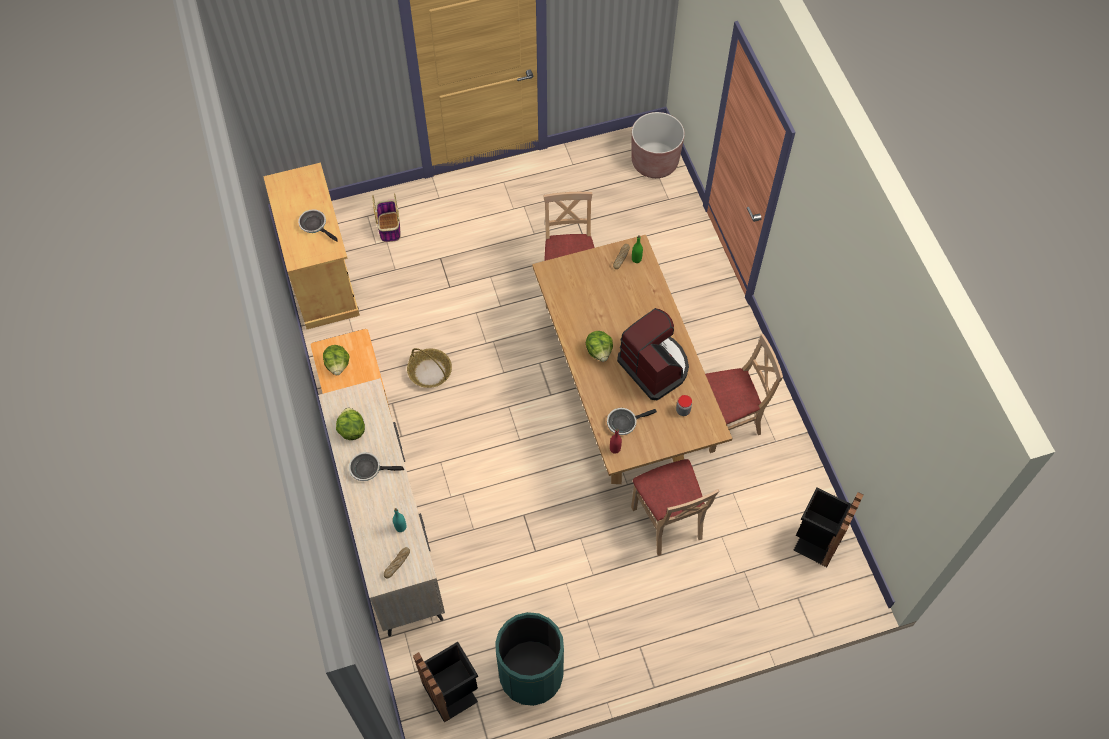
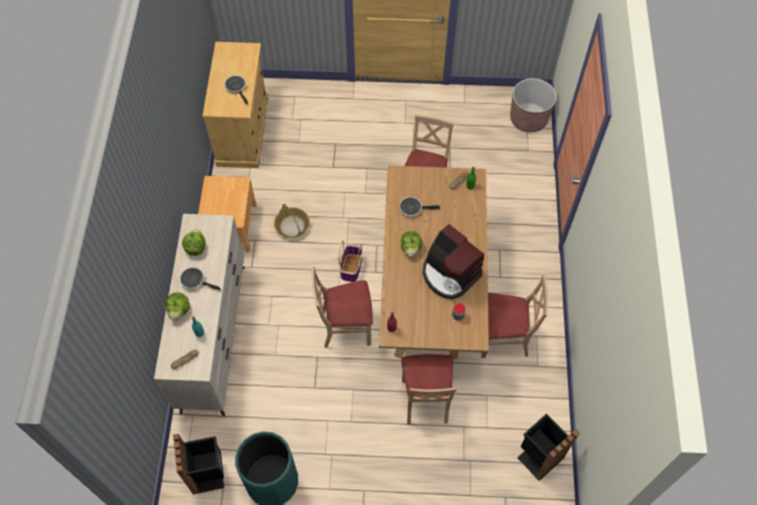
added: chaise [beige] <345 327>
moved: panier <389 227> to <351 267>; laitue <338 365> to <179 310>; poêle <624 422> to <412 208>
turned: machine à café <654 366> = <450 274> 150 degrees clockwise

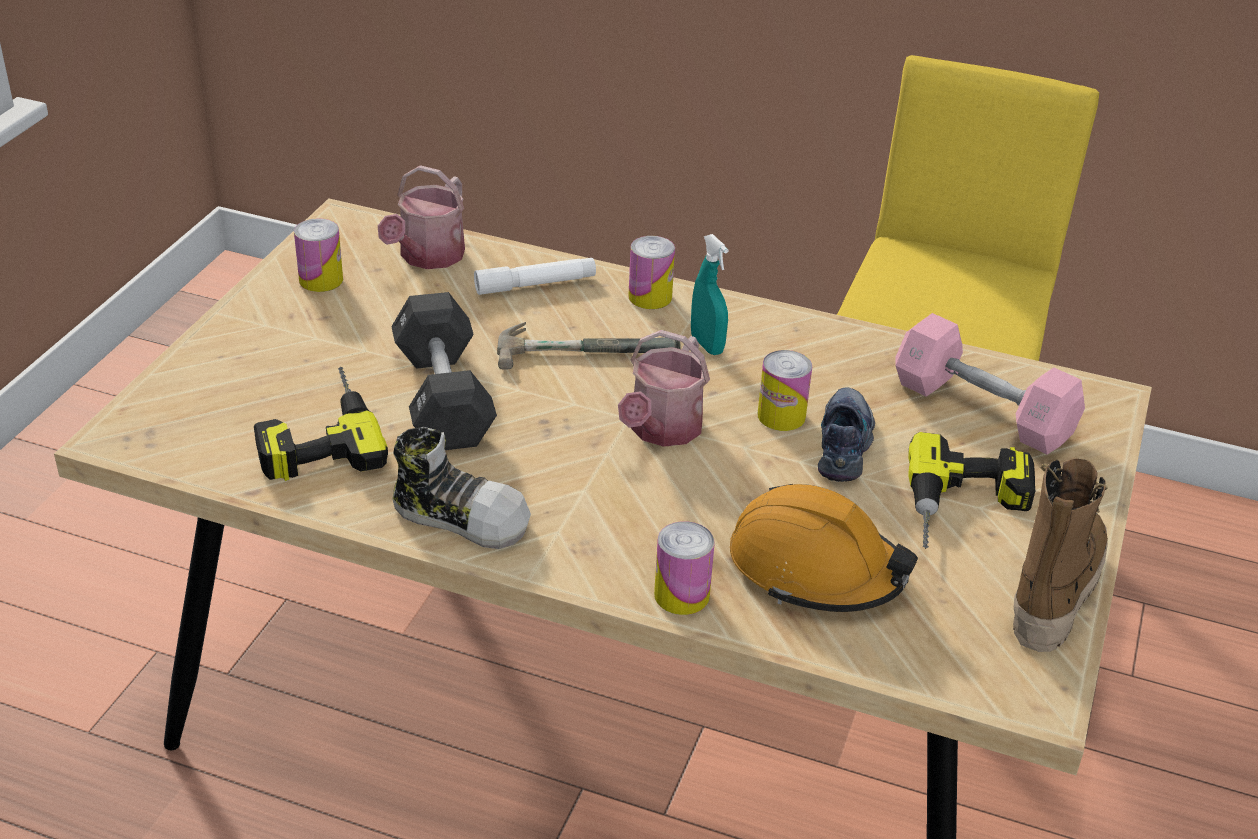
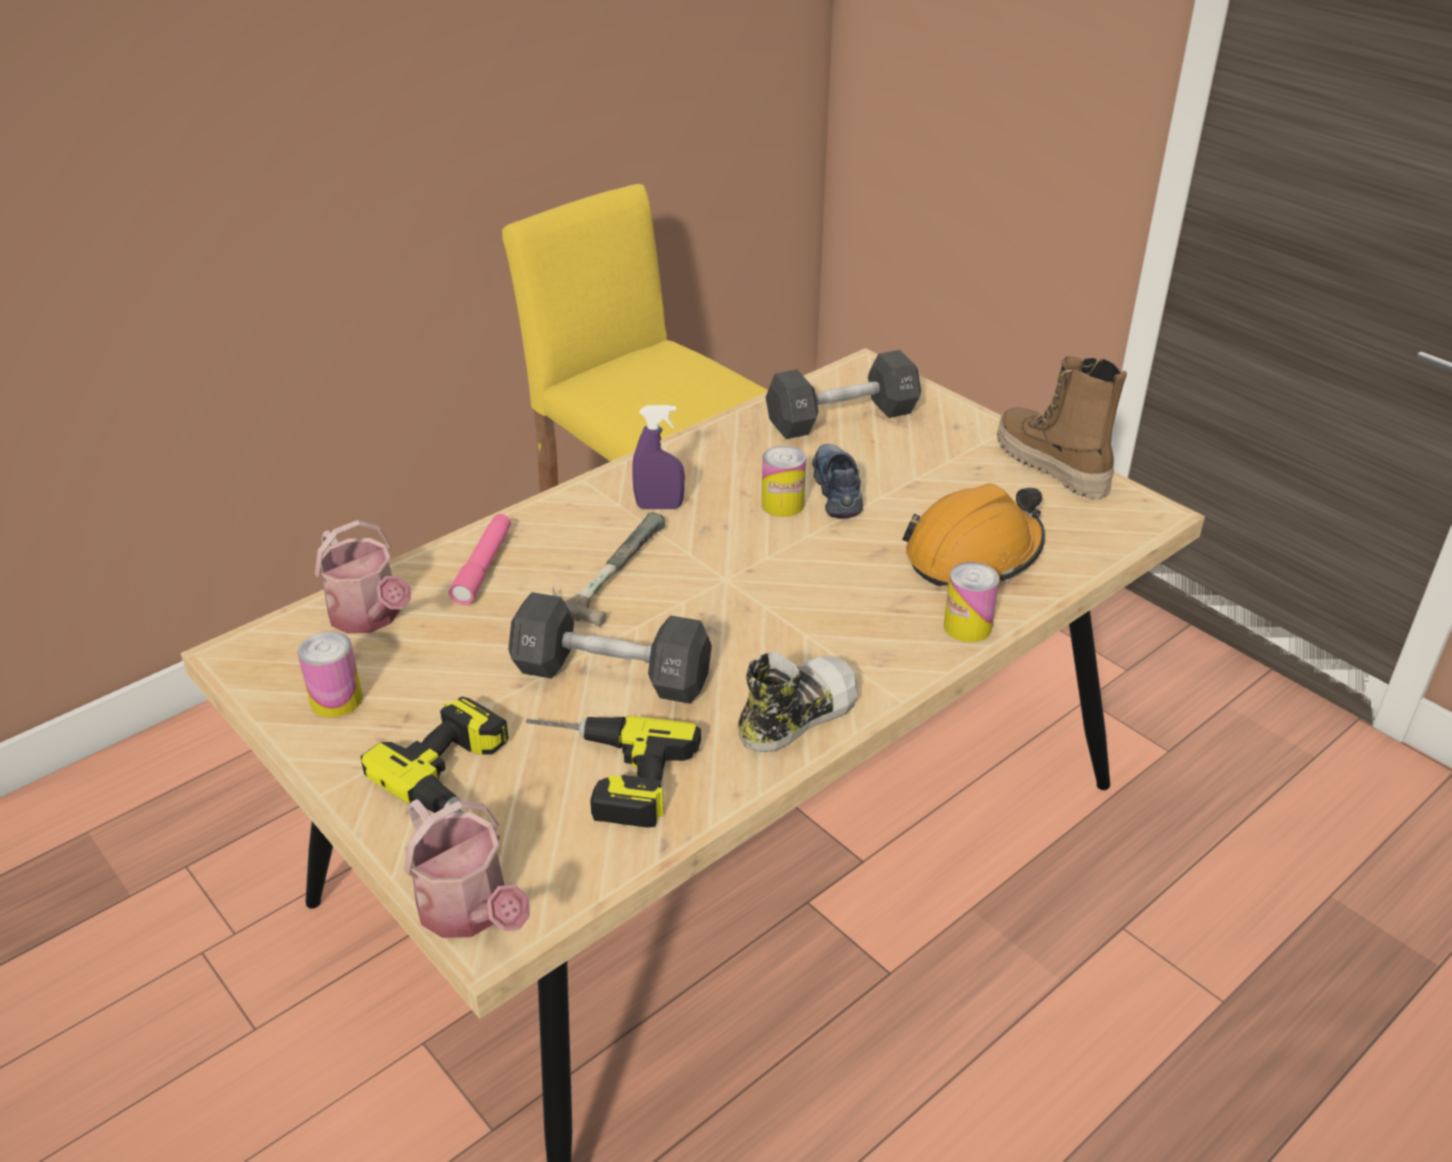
removed: boîte métallique <650 297>
moved: arrosoir <661 430> to <470 911>; perceuse <967 509> to <468 781>
recoloured: vaporisateur [turquoise] <707 345> to vaporisateur [violet] <659 506>; lampe de poche [blanc] <535 284> to lampe de poche [rose] <483 566>; haltère [rose] <982 410> to haltère [noir] <842 418>
turned: chaussure <845 444> = <838 489> 45 degrees clockwise

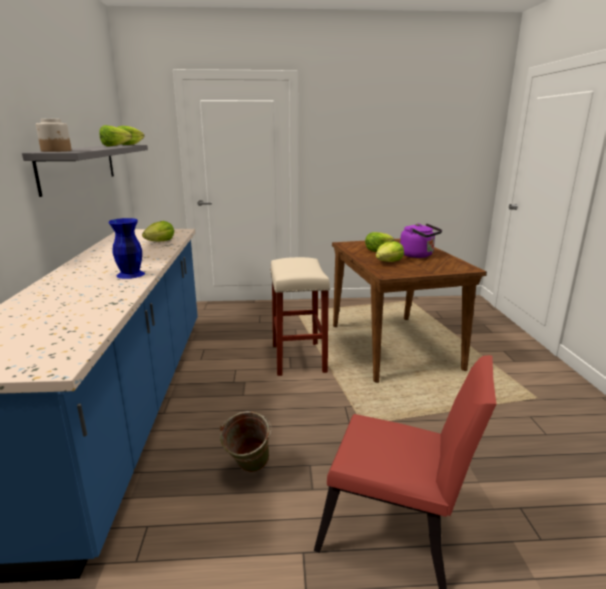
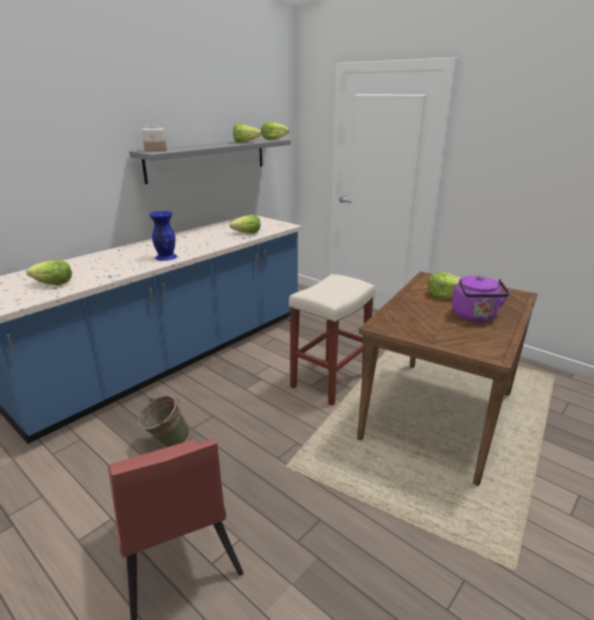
moved: laitue <389 262> to <53 284>

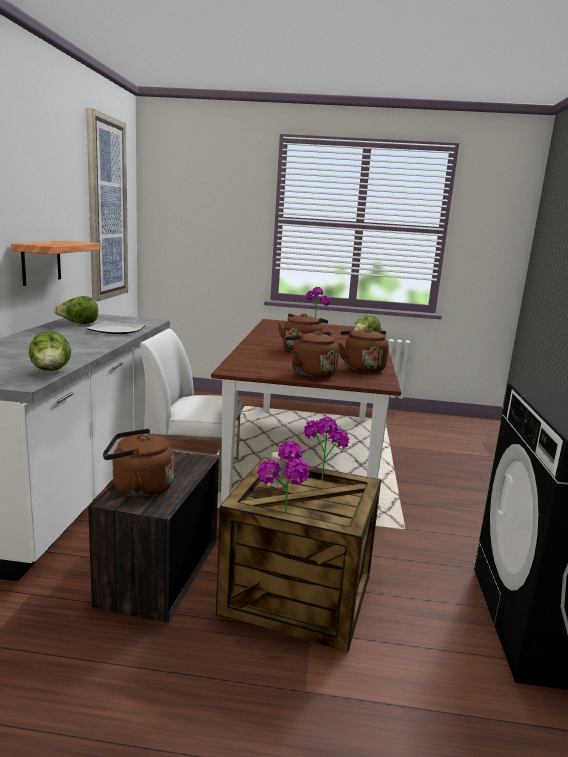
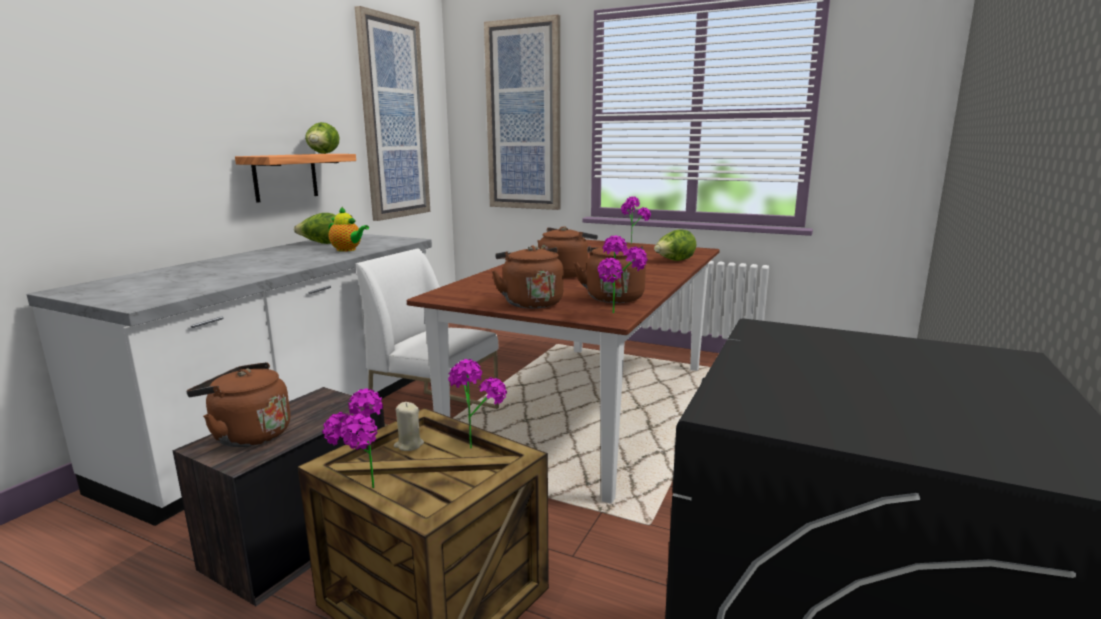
added: tableau <524 117>; plante en pot <619 315>
moved: laitue <51 372> to <323 153>
replaced: assiette <116 330> to théière <348 250>

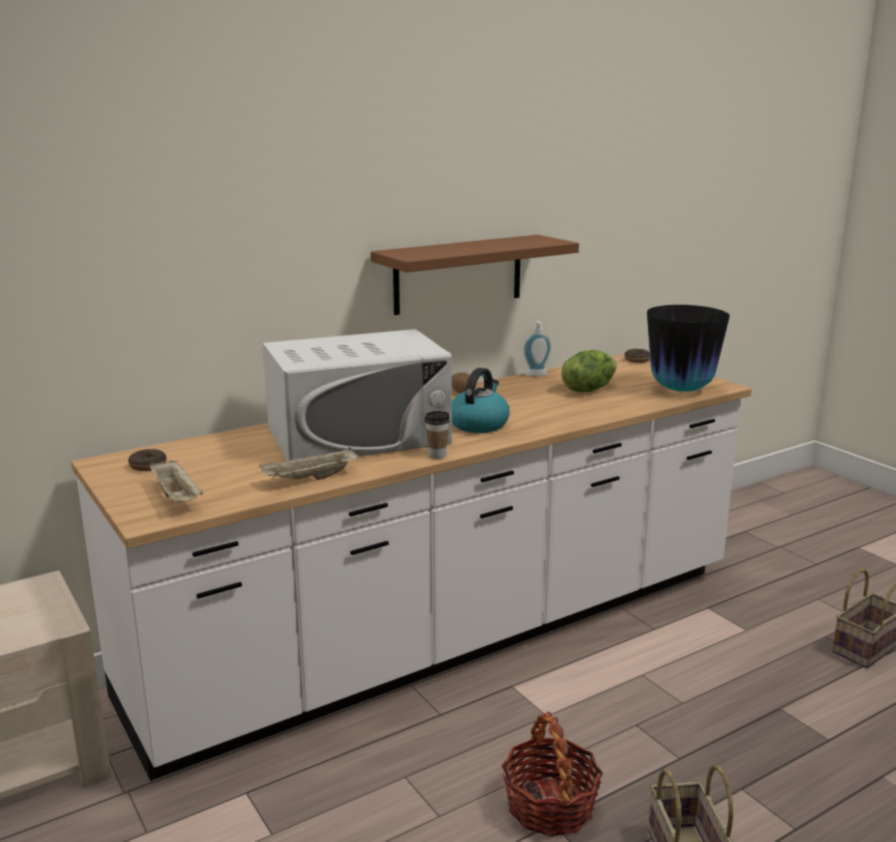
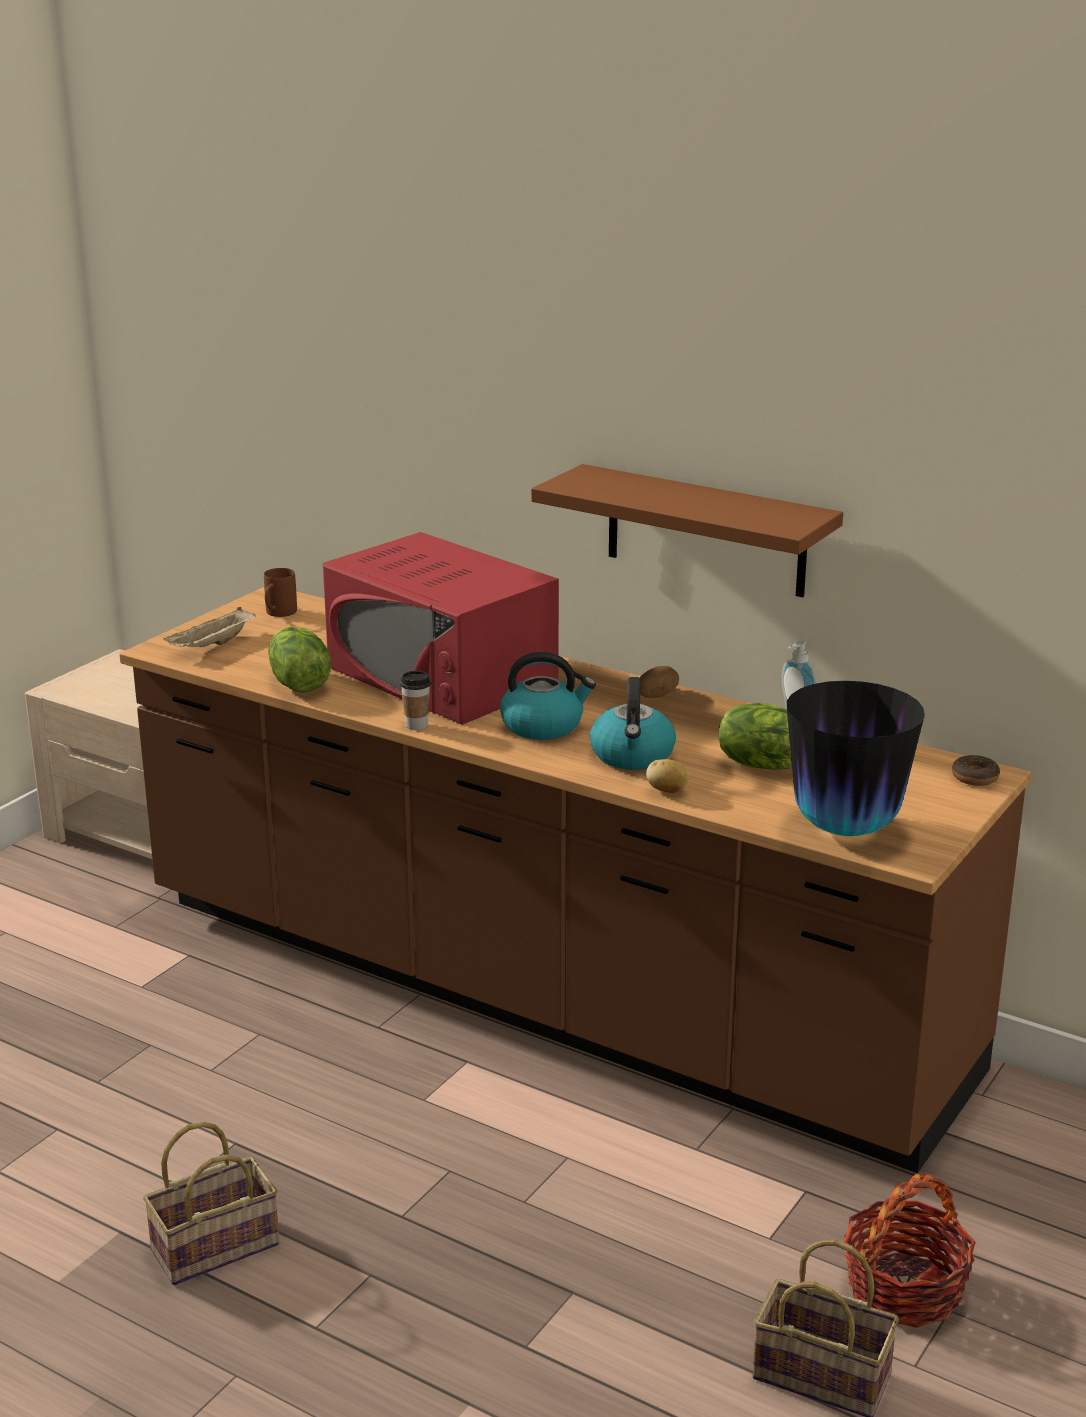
added: bouilloire <632 756>; pomme de terre <667 791>
moved: panier <550 806> to <904 1289>
replaced: plateau [beige] <310 479> to laitue <297 684>; beignet <148 465> to mug [marron] <278 614>
recoloured: micro-ondes [blanc] <358 436> to micro-ondes [rouge] <442 676>; comptoir de cuisine [blanc] <448 635> to comptoir de cuisine [marron] <543 990>

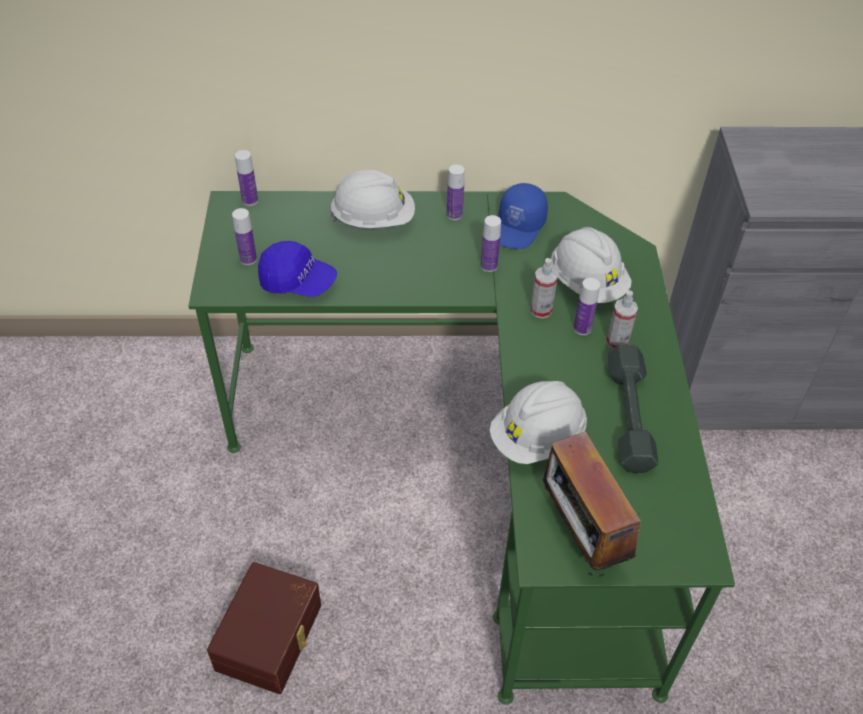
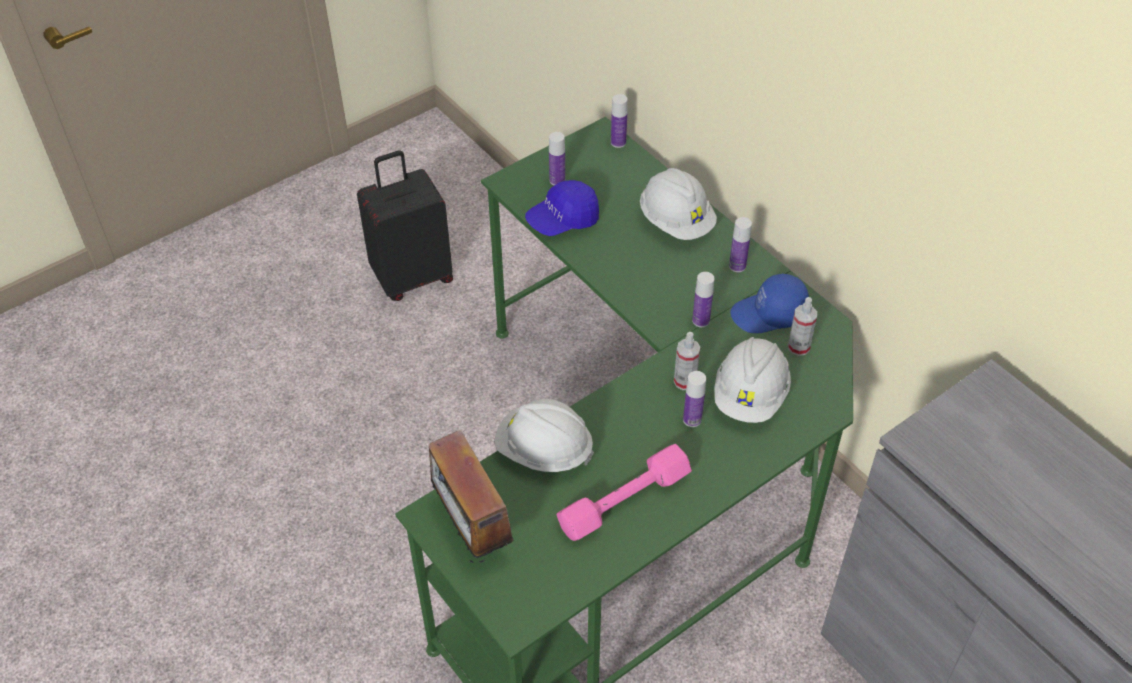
removed: boîte de rangement [marron] <271 637>
added: valise [noir] <412 276>
moved: vaporisateur <617 342> to <798 347>
recoloured: haltère [gris] <630 415> to haltère [rose] <624 501>
turned: casquette [bleu] <297 281> = <563 220> 75 degrees clockwise; radio <580 536> = <472 528> 60 degrees counterclockwise

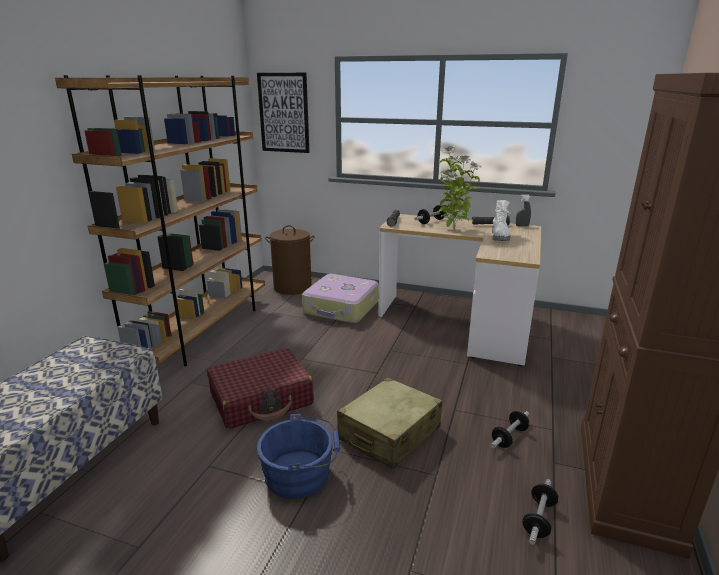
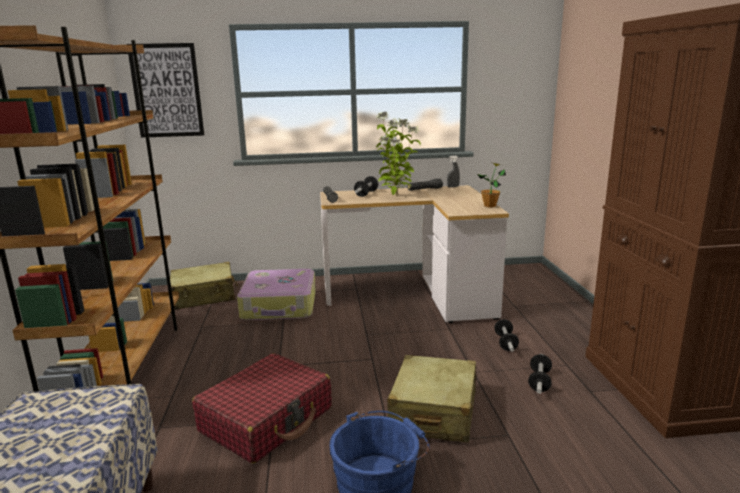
removed: botte [blanc] <500 237>
added: plante en pot <490 206>
moved: haltère <539 519> to <505 343>
replaced: panier à linge [marron] <293 287> to valise [beige] <204 296>

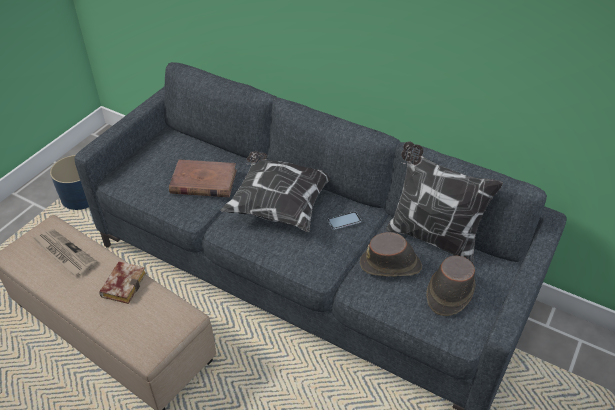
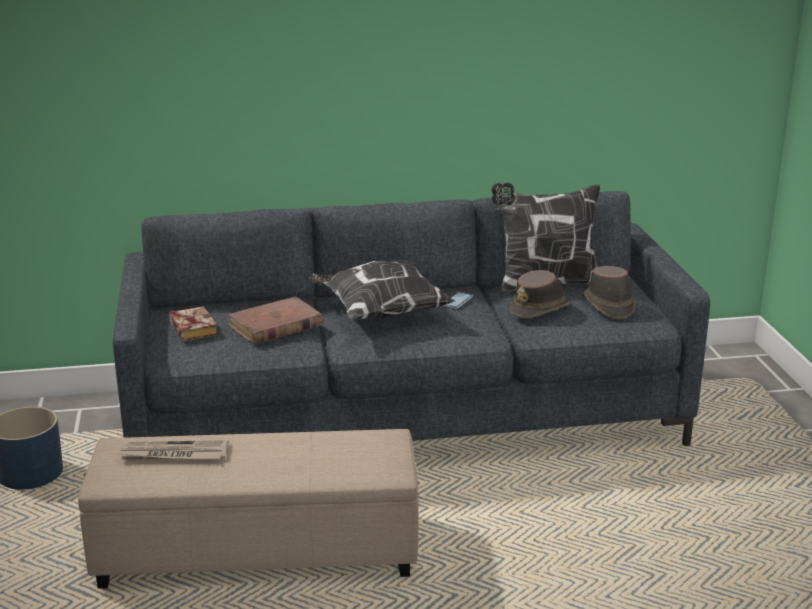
moved: livre <123 284> to <191 328>

